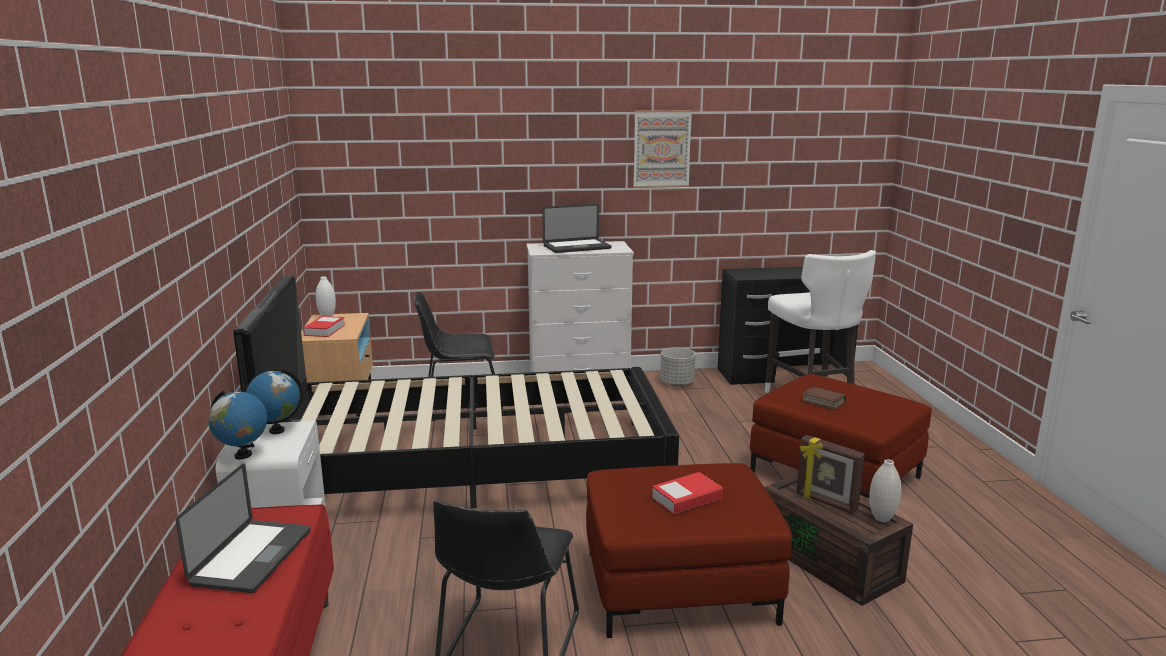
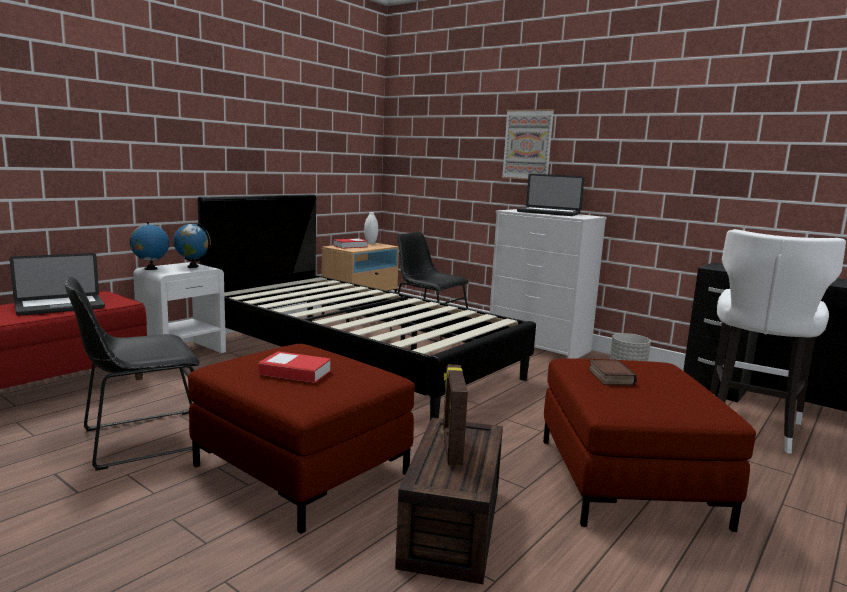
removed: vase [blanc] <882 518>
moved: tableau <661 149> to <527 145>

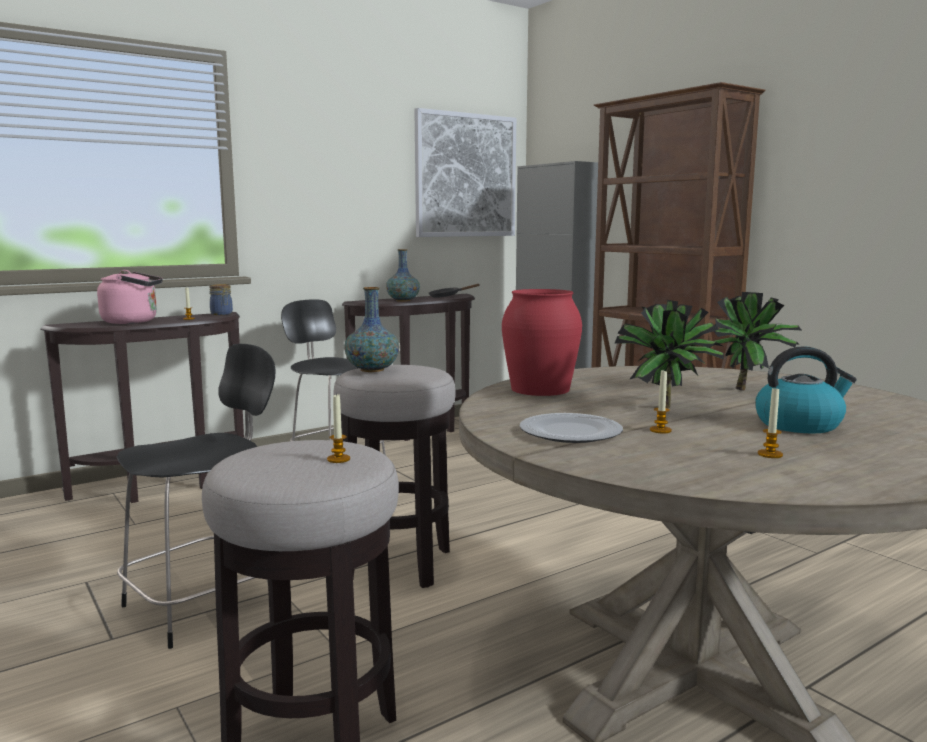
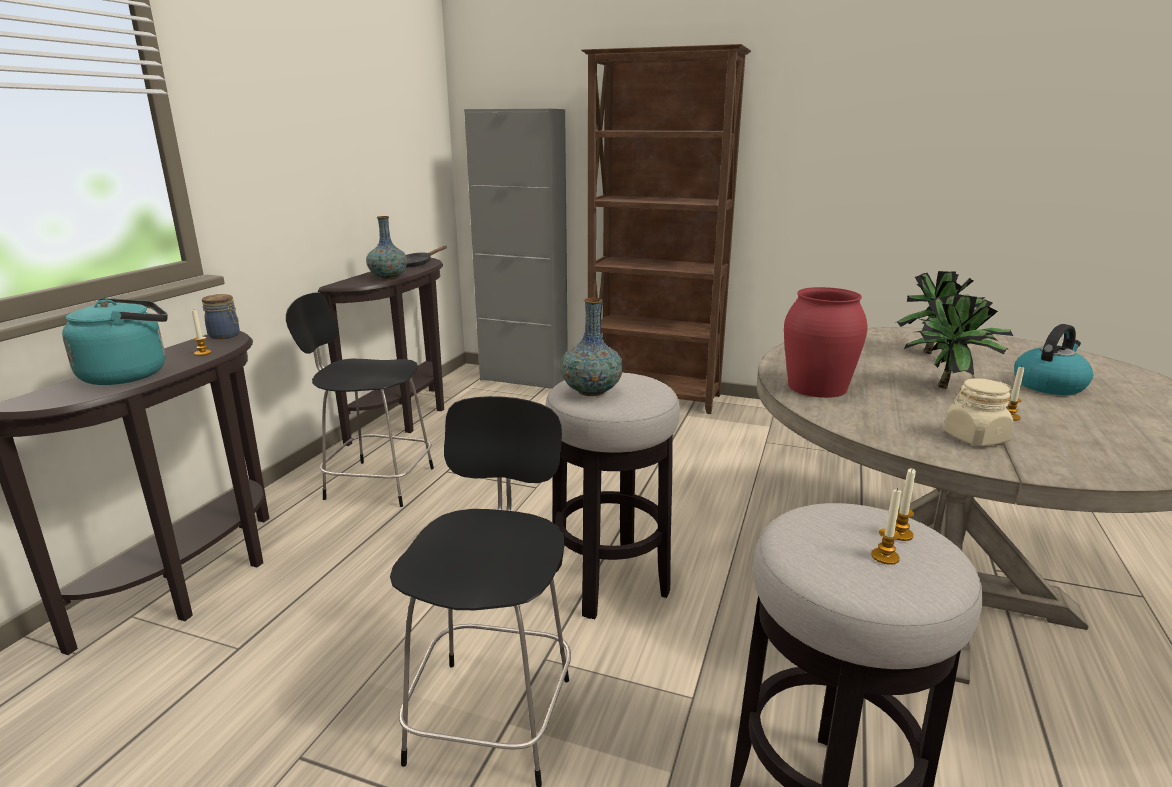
removed: tableau <465 175>
moved: bougie <770 454> to <885 557>
replaced: assiette <571 432> to bocal [beige] <974 438>
recoloured: bouilloire [rose] <133 321> to bouilloire [turquoise] <130 374>

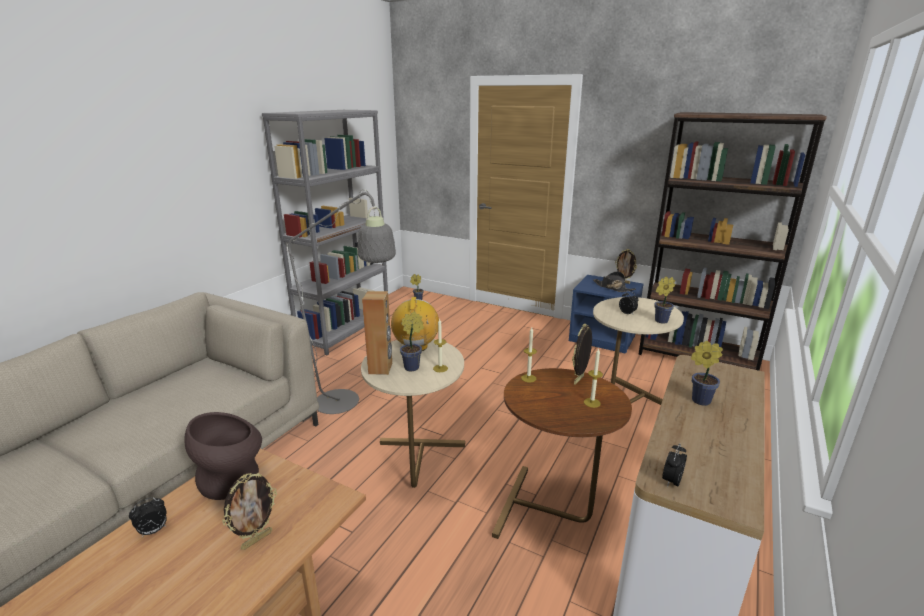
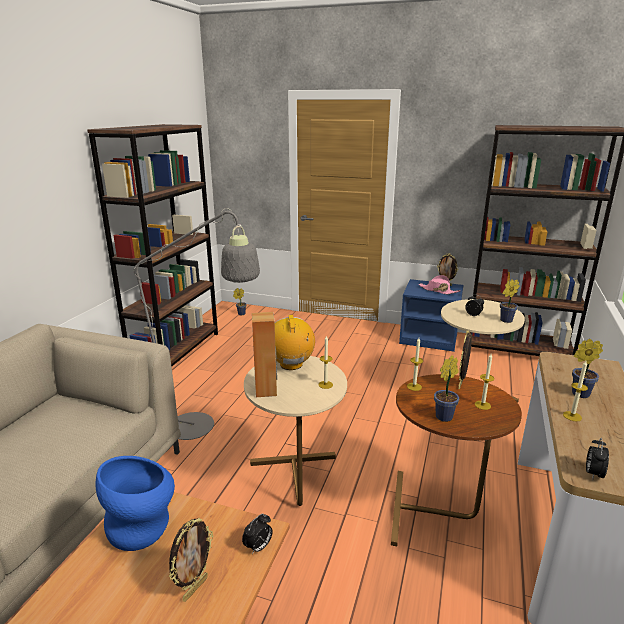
added: bougie <572 416>
moved: plante en pot <413 367> to <445 416>; réveil <153 531> to <258 547>
recoloured: bibliothèque [gris] <345 331> to bibliothèque [marron] <176 351>; chapeau [noir] <613 288> to chapeau [rose] <438 290>; vase [marron] <233 482> to vase [bleu] <144 528>

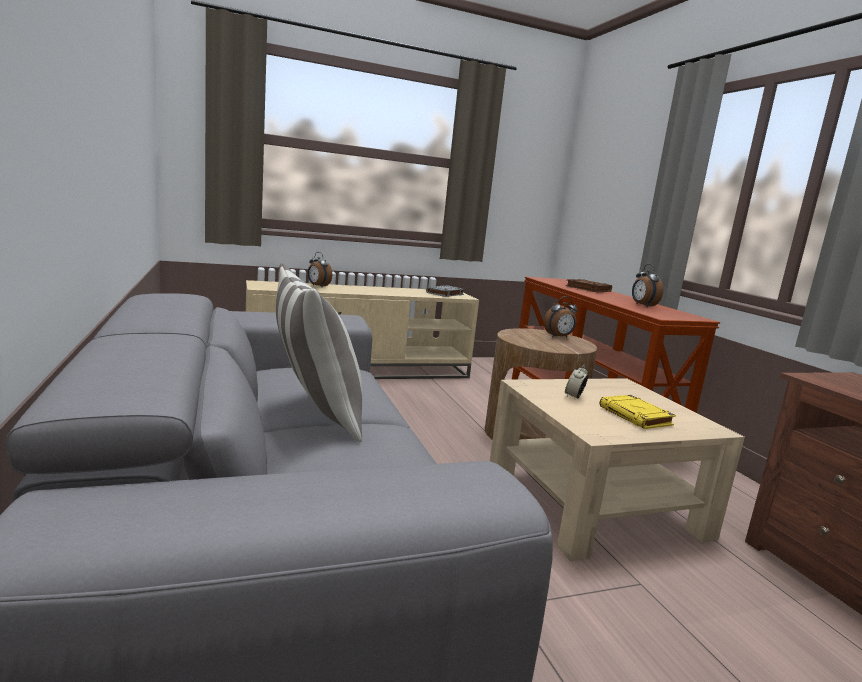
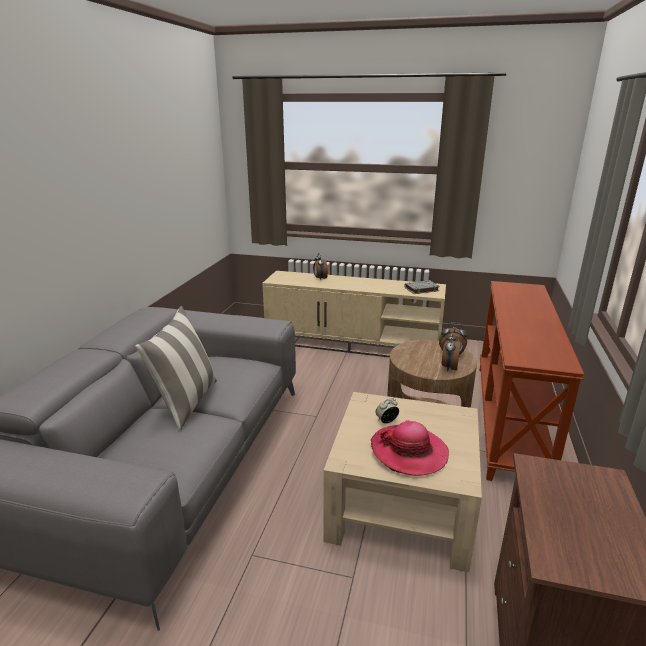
removed: livre [marron] <587 289>
moved: réveil <642 305> to <449 367>
replaced: livre [jaune] <636 416> to chapeau <409 452>

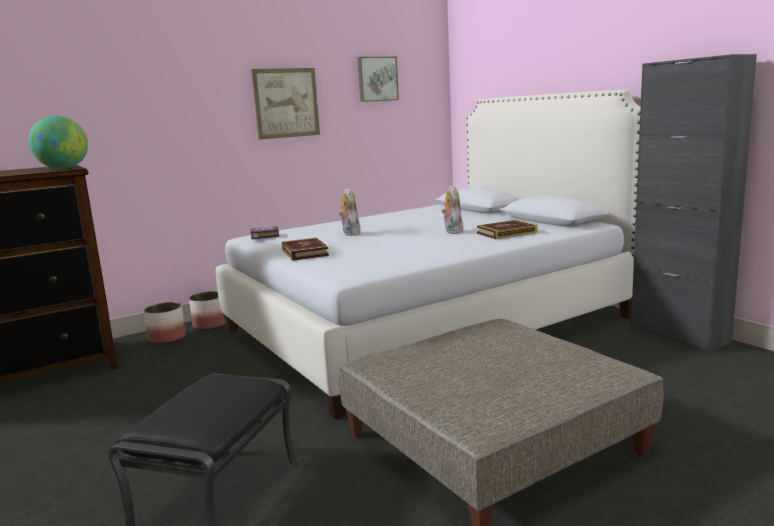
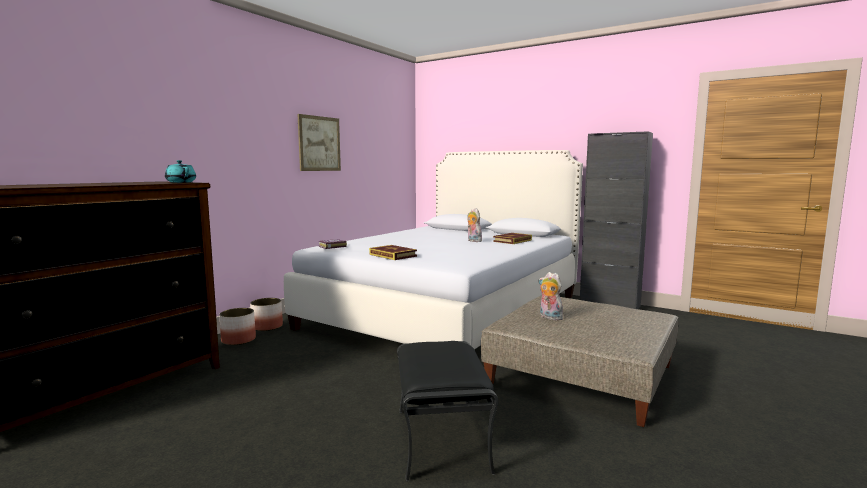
removed: tableau <377 79>
moved: peluche <349 233> to <549 317>
replaced: globe <63 168> to théière [turquoise] <181 182>

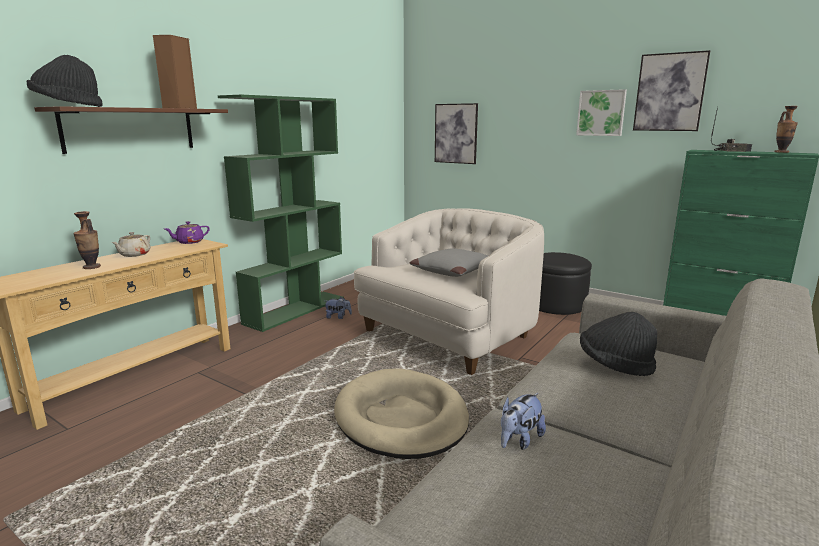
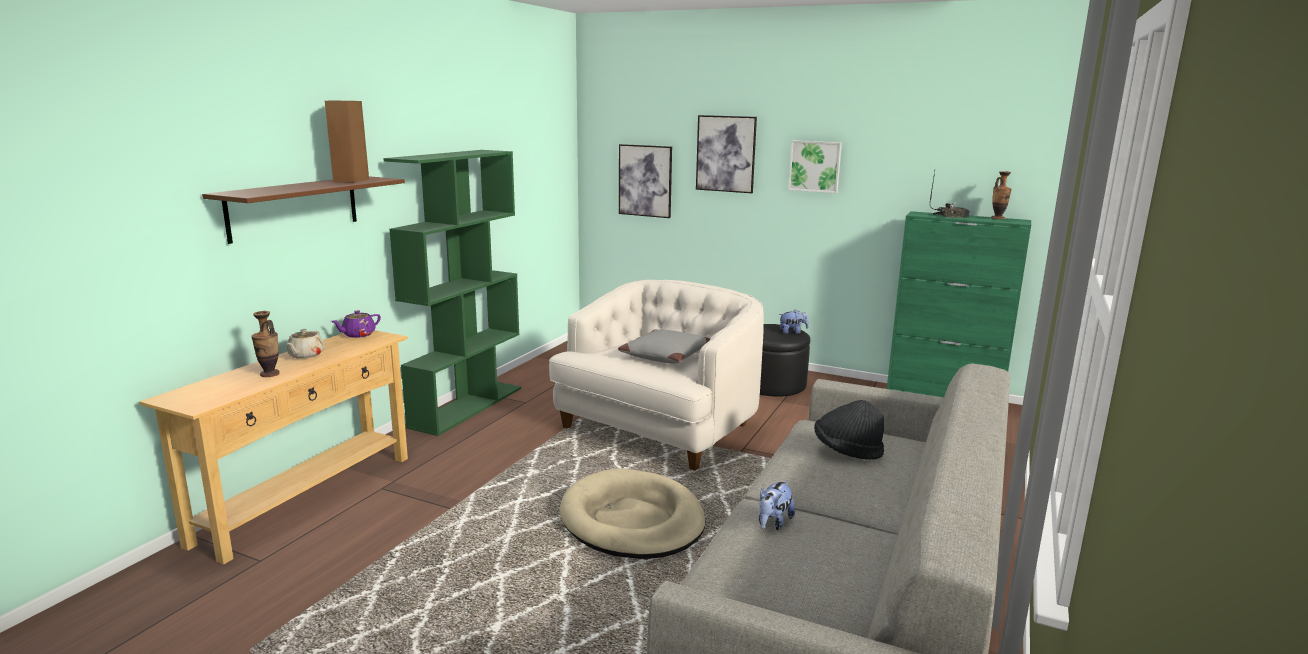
removed: chapeau [noir] <67 106>
moved: tableau <670 92> to <726 154>; peluche <338 317> to <792 332>

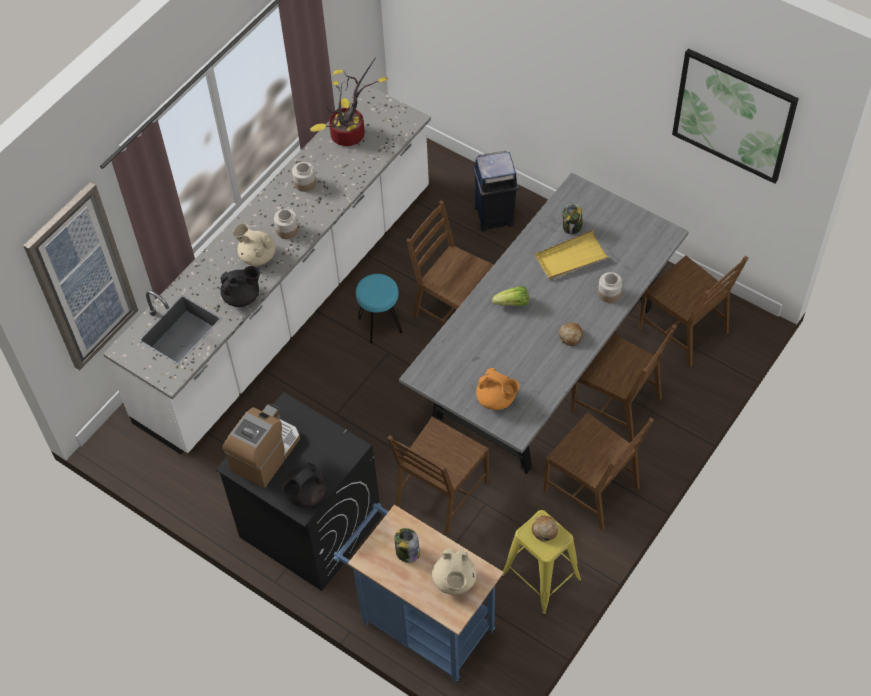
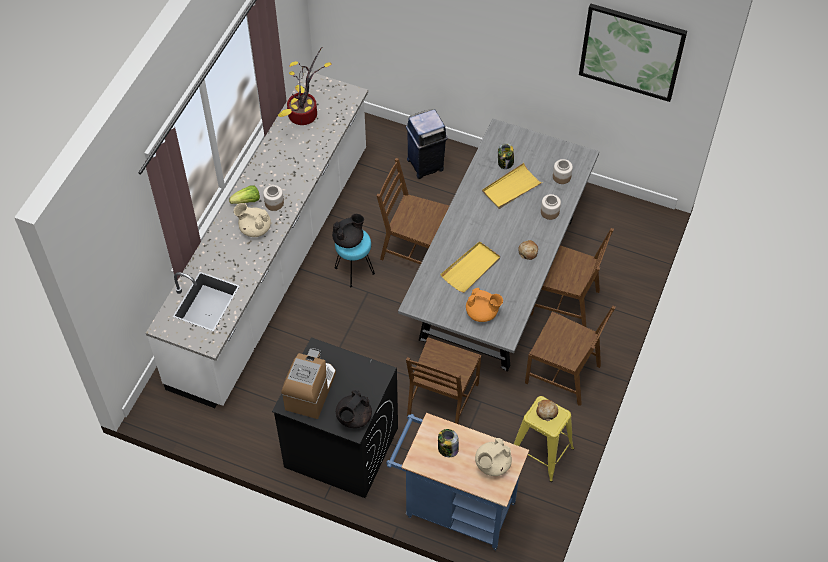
removed: tableau <82 278>; chaise [marron] <684 330>
added: plateau [jaune] <471 268>
moved: bocal <304 183> to <561 177>; théière [noir] <242 297> to <348 240>; laitue <513 304> to <247 201>
turned: théière [beige] <454 581> = <492 464> 60 degrees clockwise

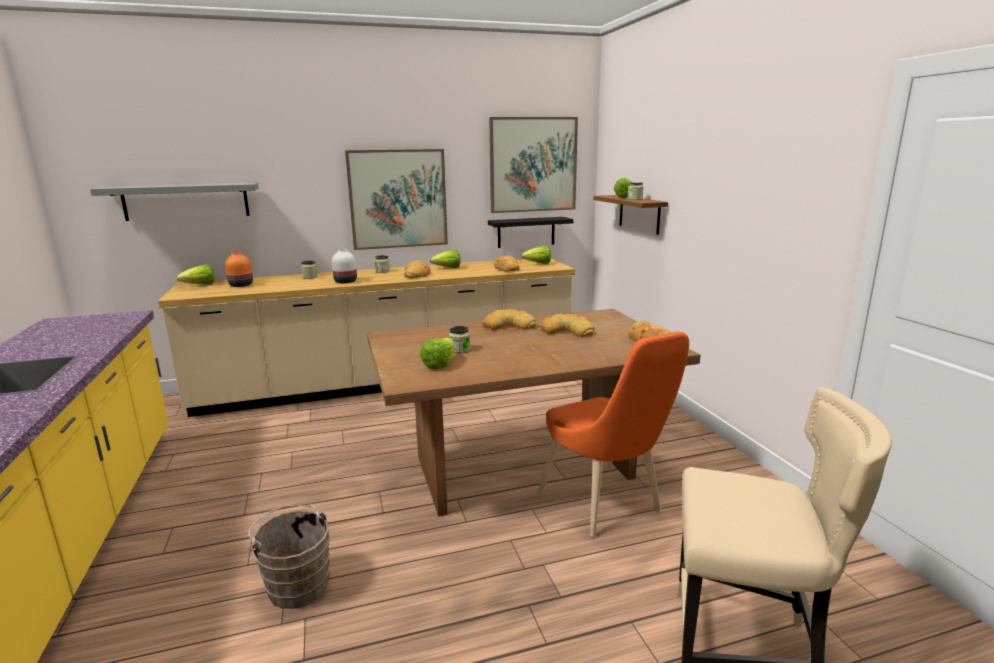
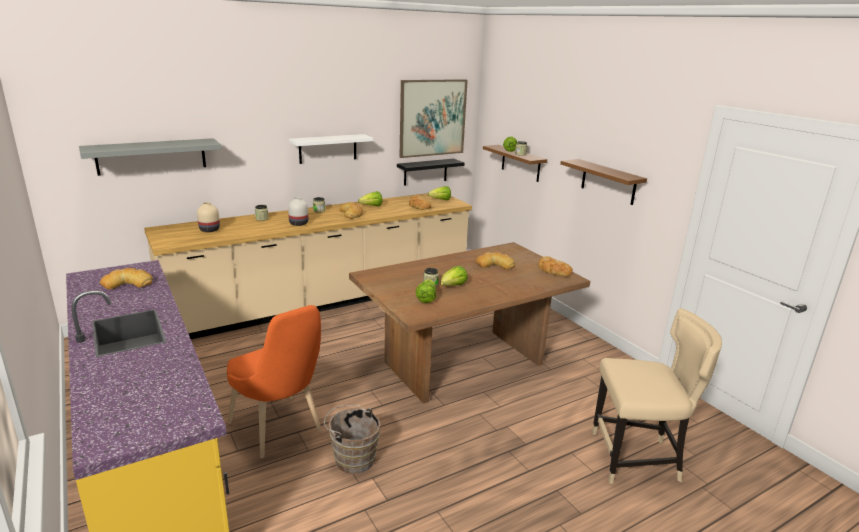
added: étagère [marron] <608 182>
moved: laitue <200 285> to <453 286>; pain <508 325> to <127 283>; chaise [orange] <605 505> to <279 430>
replaced: tableau <398 199> to étagère [blanc] <328 148>
recoloured: vase [orange] <240 285> to vase [beige] <209 230>

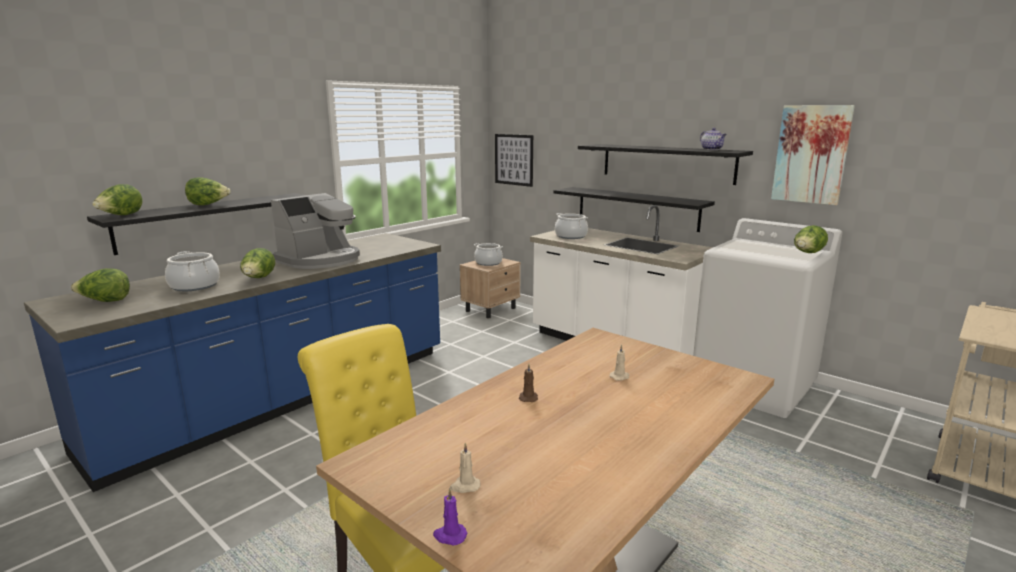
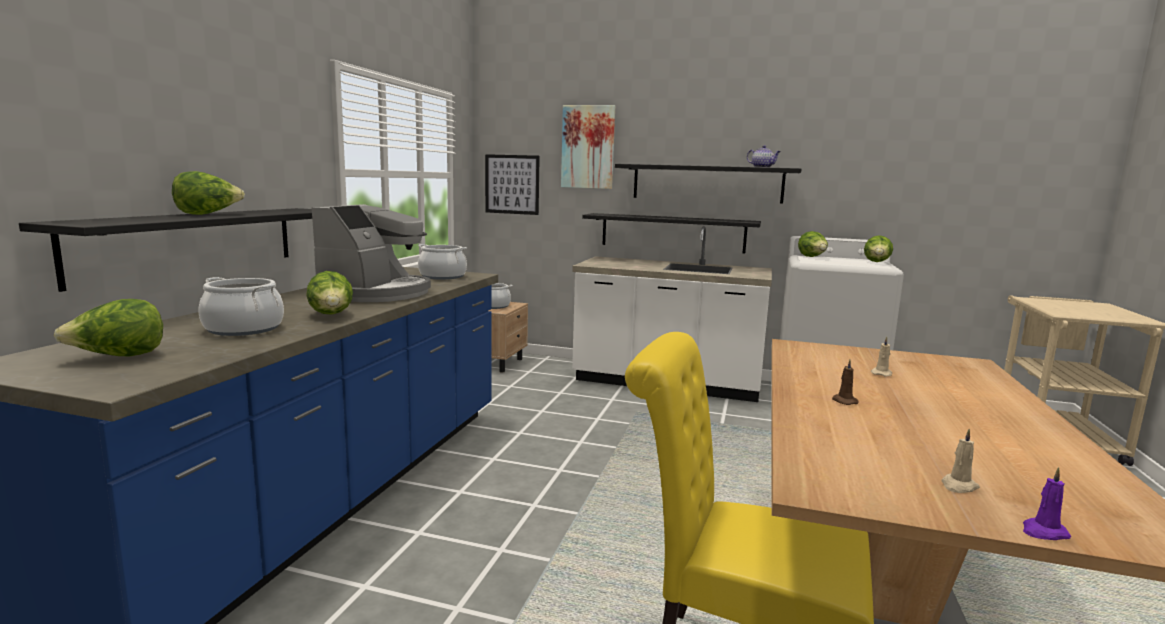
moved: tableau <811 154> to <588 147>; laitue <121 216> to <812 257>; marmite <571 236> to <442 276>

